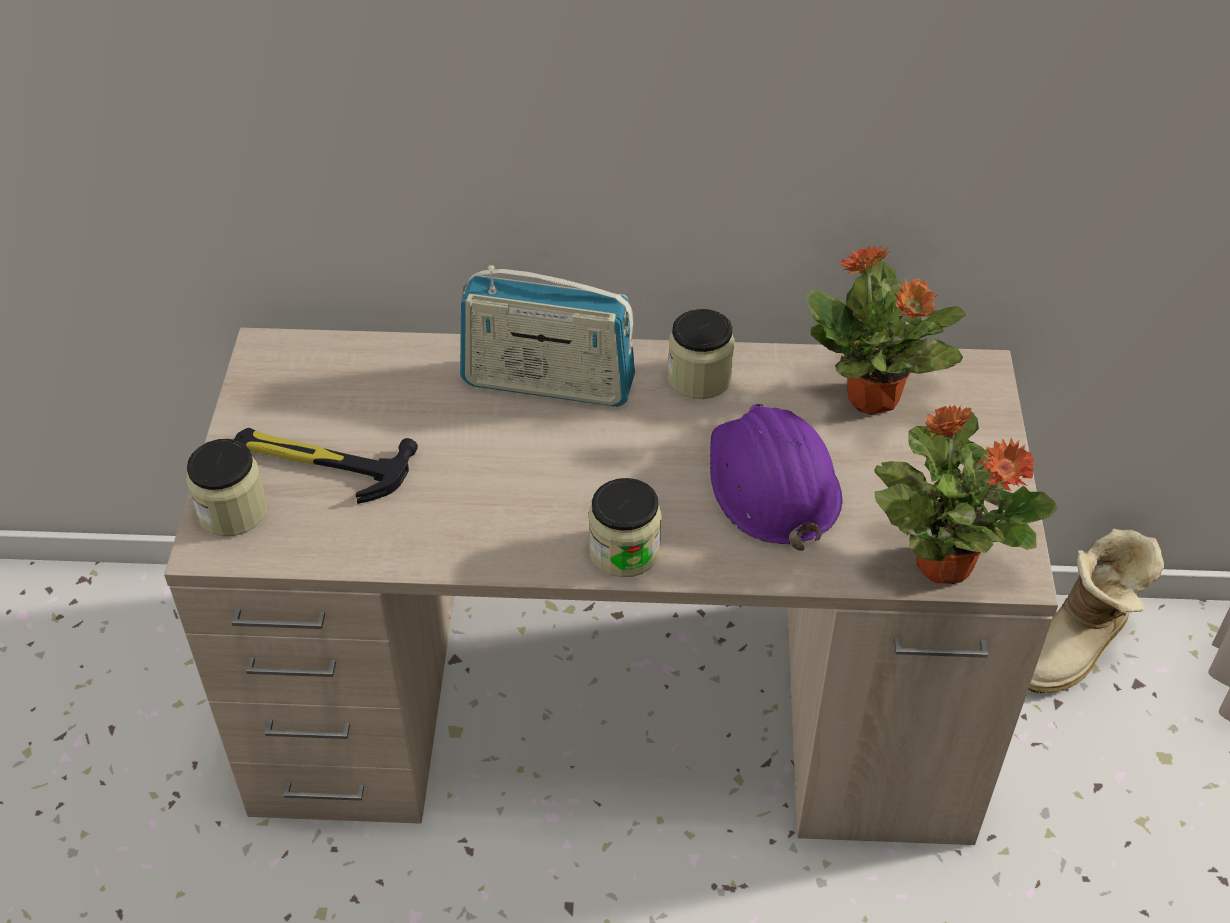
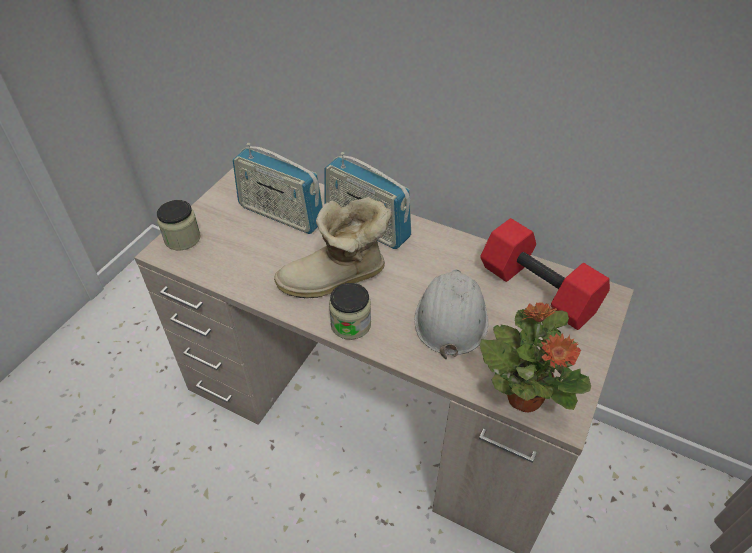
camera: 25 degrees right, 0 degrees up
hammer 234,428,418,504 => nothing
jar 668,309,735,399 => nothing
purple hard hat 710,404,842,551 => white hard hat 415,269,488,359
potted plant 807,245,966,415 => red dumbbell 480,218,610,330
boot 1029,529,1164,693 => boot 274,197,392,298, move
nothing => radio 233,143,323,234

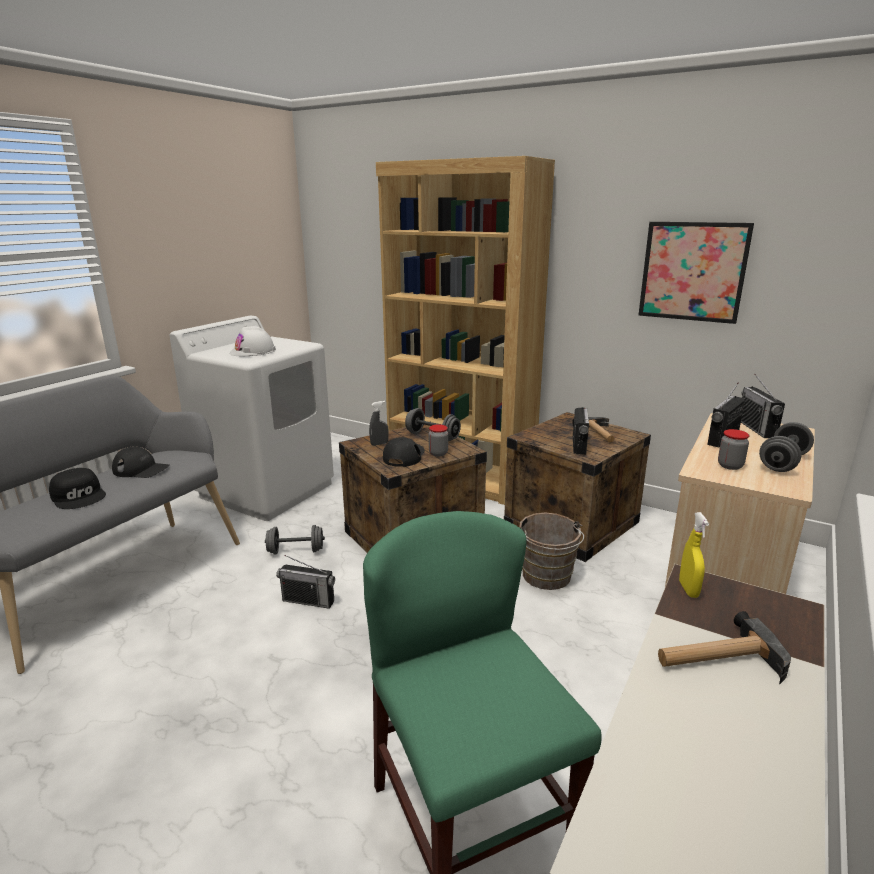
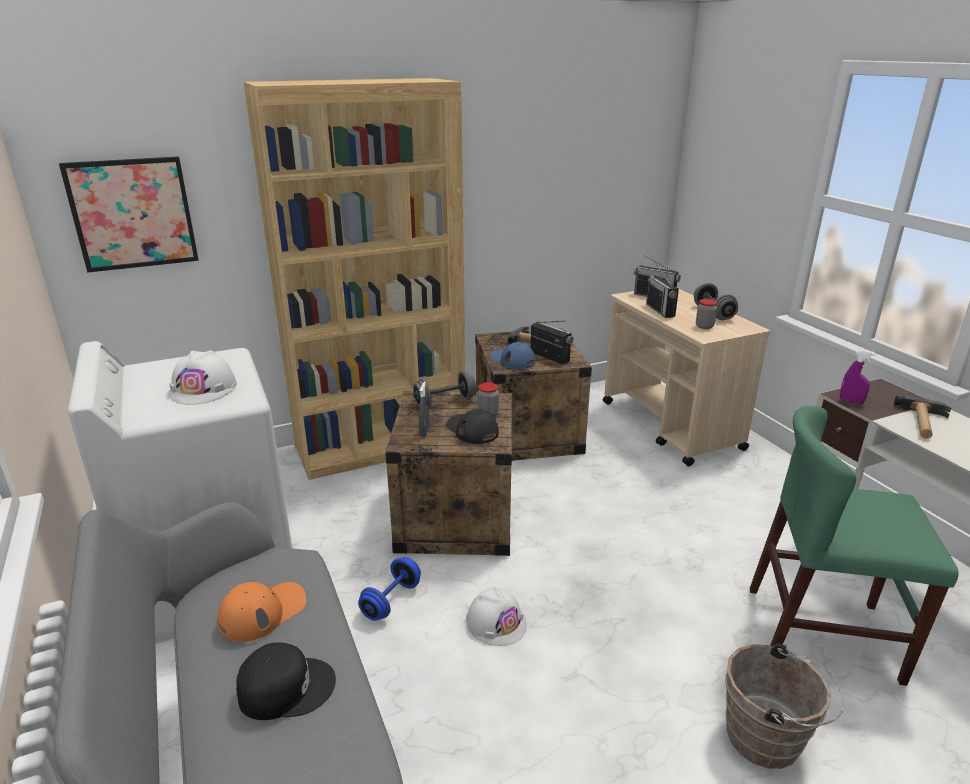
camera: 55 degrees left, 5 degrees up
black cap 112,447,170,478 => orange cap 217,582,306,642
grey dumbbell 265,525,325,554 => blue dumbbell 358,557,421,621
radio 276,555,335,609 => white hard hat 466,587,527,646
brown bucket 519,512,584,590 => brown bucket 725,643,845,769, move
picture 638,222,754,324 => picture 59,156,199,273, move
yellow spray bottle 679,512,709,598 => purple spray bottle 840,350,875,404
nothing => blue cap 490,342,535,369

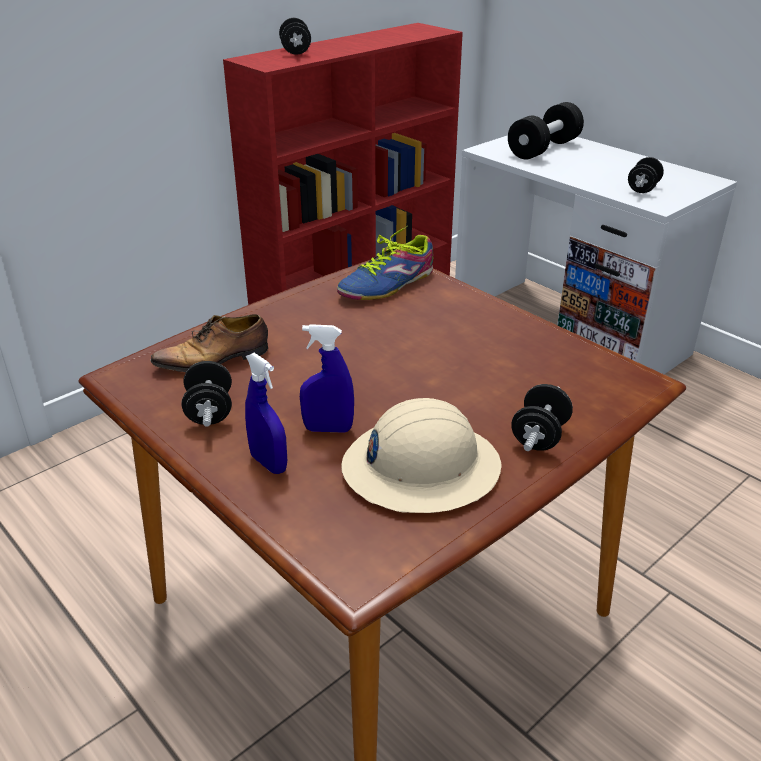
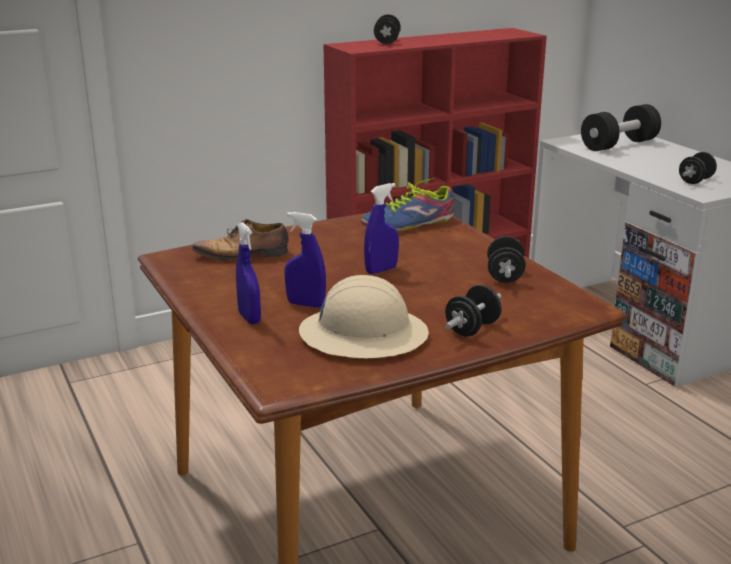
camera: 15 degrees right, 10 degrees down
black dumbbell 181,361,232,427 => black dumbbell 487,236,526,283, move
nothing => blue spray bottle 364,183,399,274

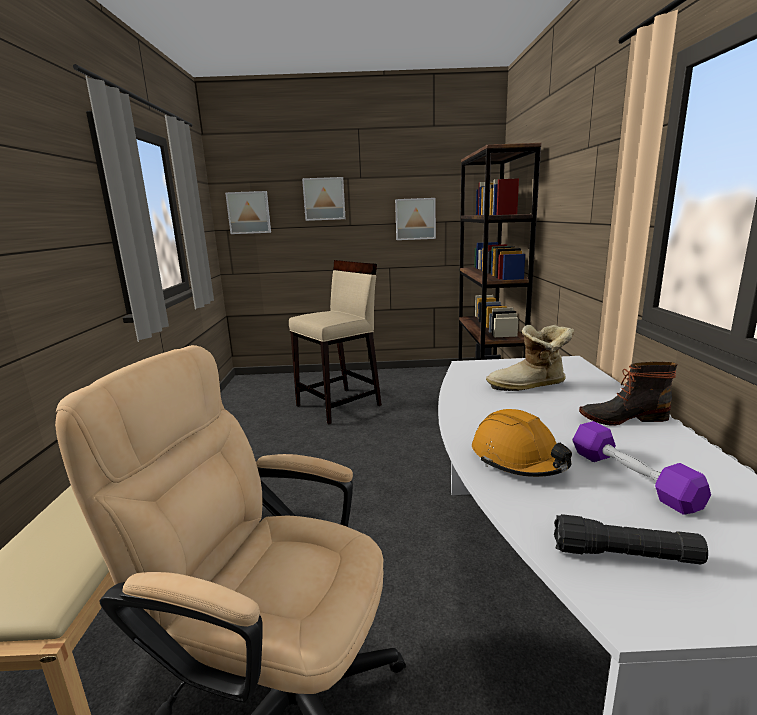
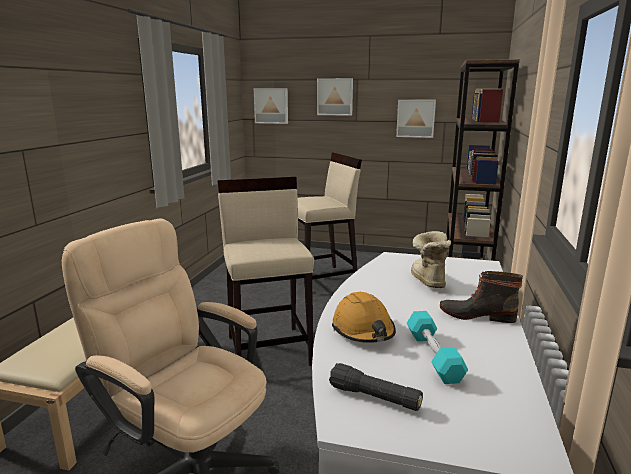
camera: 15 degrees right, 0 degrees up
boot 486,325,574,391 => boot 411,231,451,288, 75 degrees clockwise
purple dumbbell 573,421,711,515 => turquoise dumbbell 407,311,468,384
nothing => beige stool 217,177,314,366

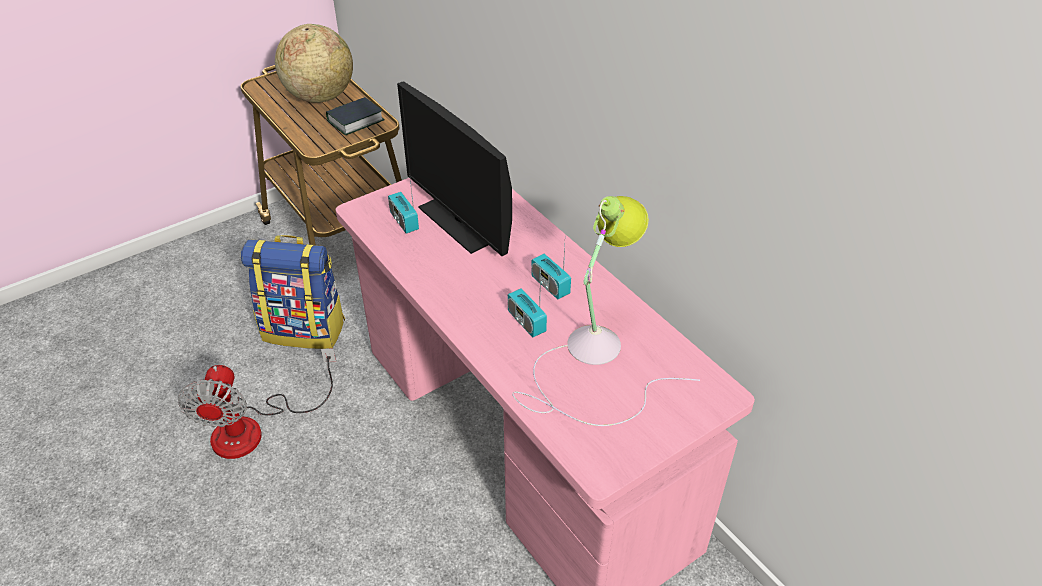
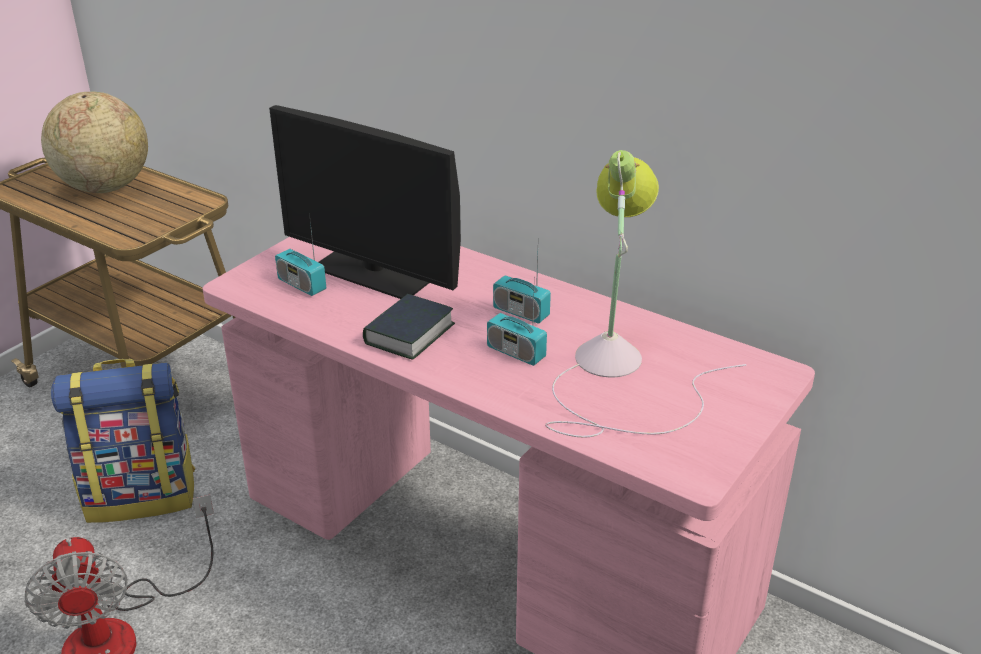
camera: 20 degrees left, 10 degrees down
book 326,97,384,135 => book 363,294,455,360, move

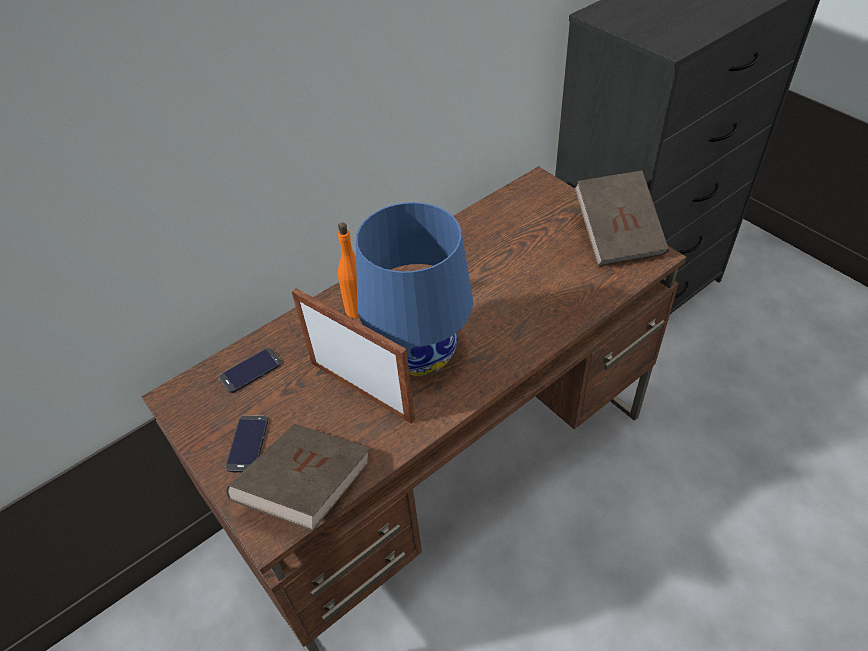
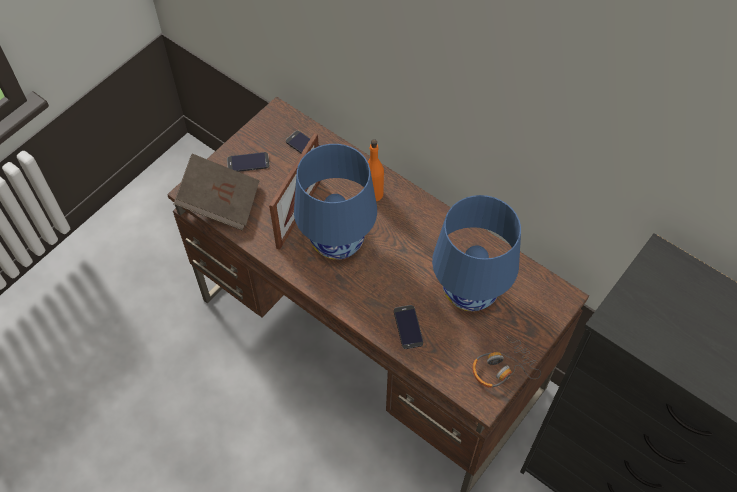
camera: 75 degrees right, 10 degrees up
brown book 574,170,669,266 => headphones 473,337,541,388
nothing => phone 394,305,423,349
nothing => blue table lamp 432,195,521,311

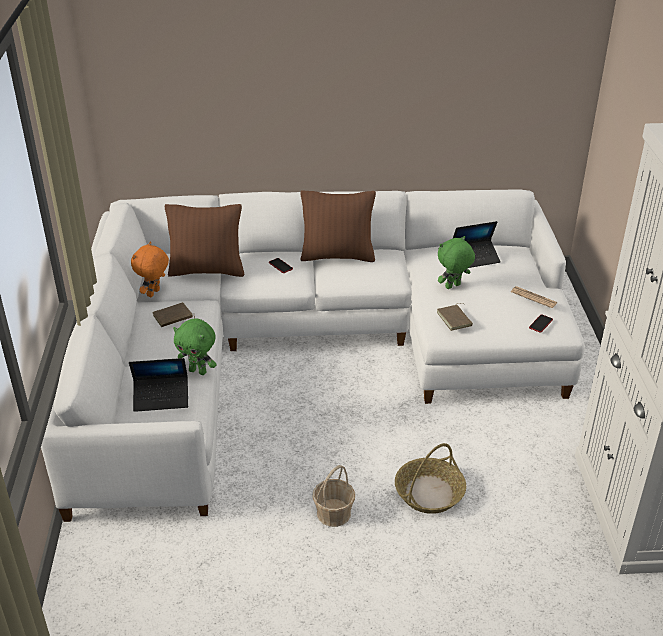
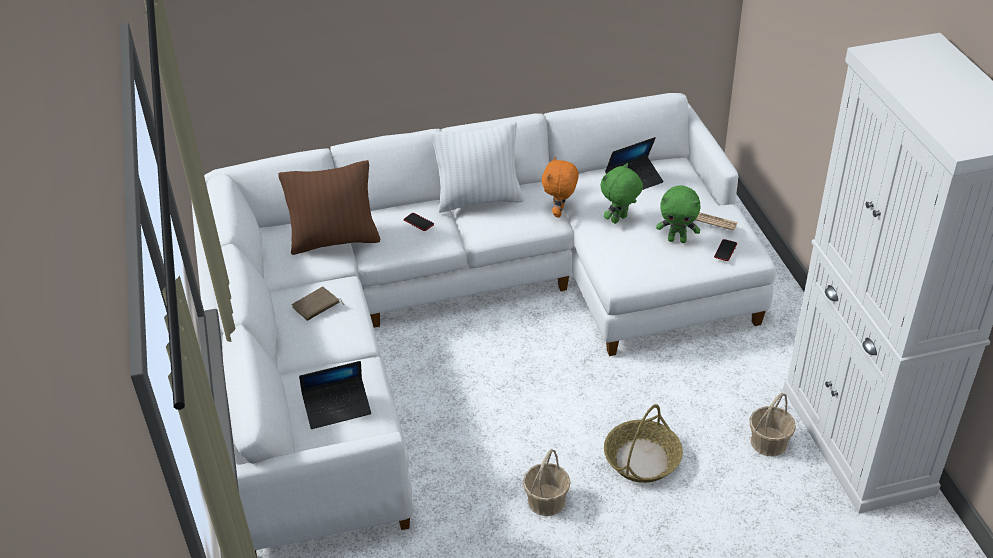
camera: 10 degrees left, 5 degrees up
orange plush toy 131,241,169,297 => orange plush toy 542,156,579,218, move
green plush toy 173,319,217,375 => green plush toy 656,185,700,243, move
brown pillow 300,190,376,262 => white pillow 431,122,524,213
brown book 437,303,473,331 => nothing
nothing => basket 749,392,796,457

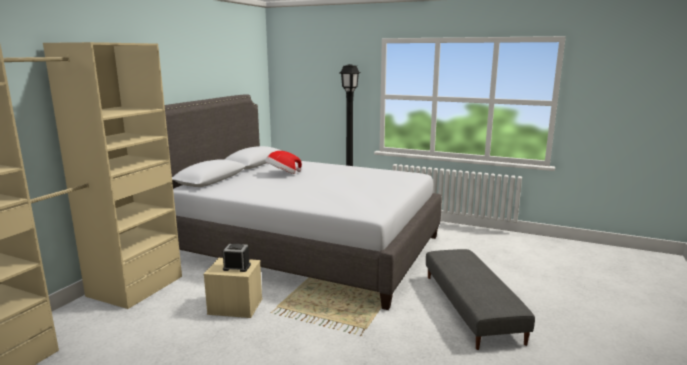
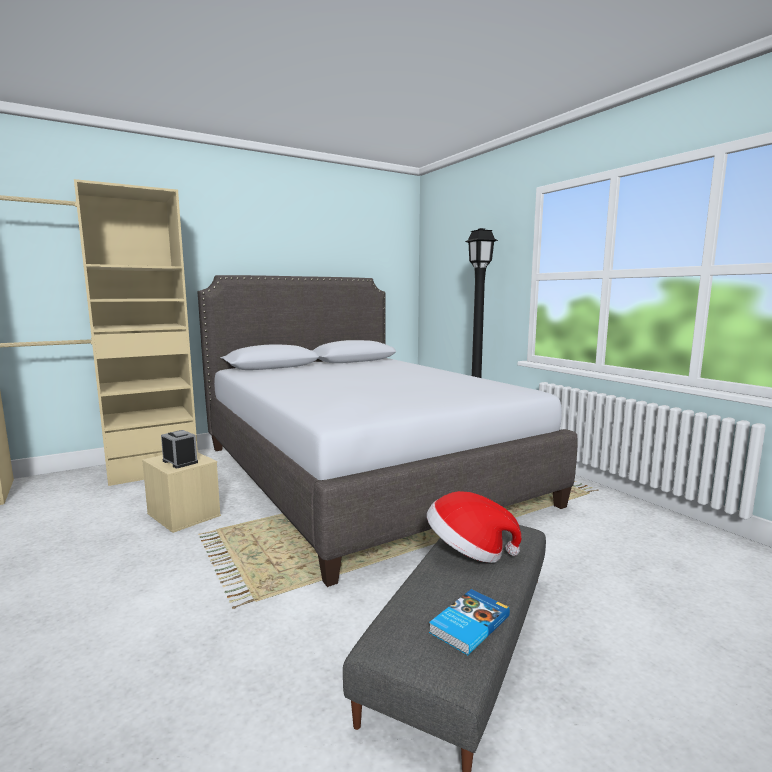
camera: 35 degrees right, 5 degrees down
hat 265,151,302,174 => hat 427,491,522,563, move
nothing => book 429,589,510,655

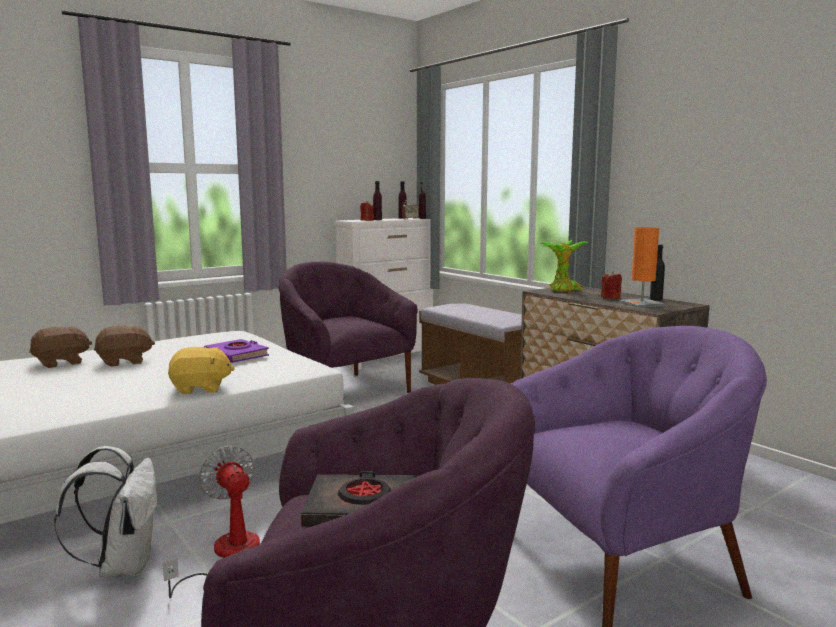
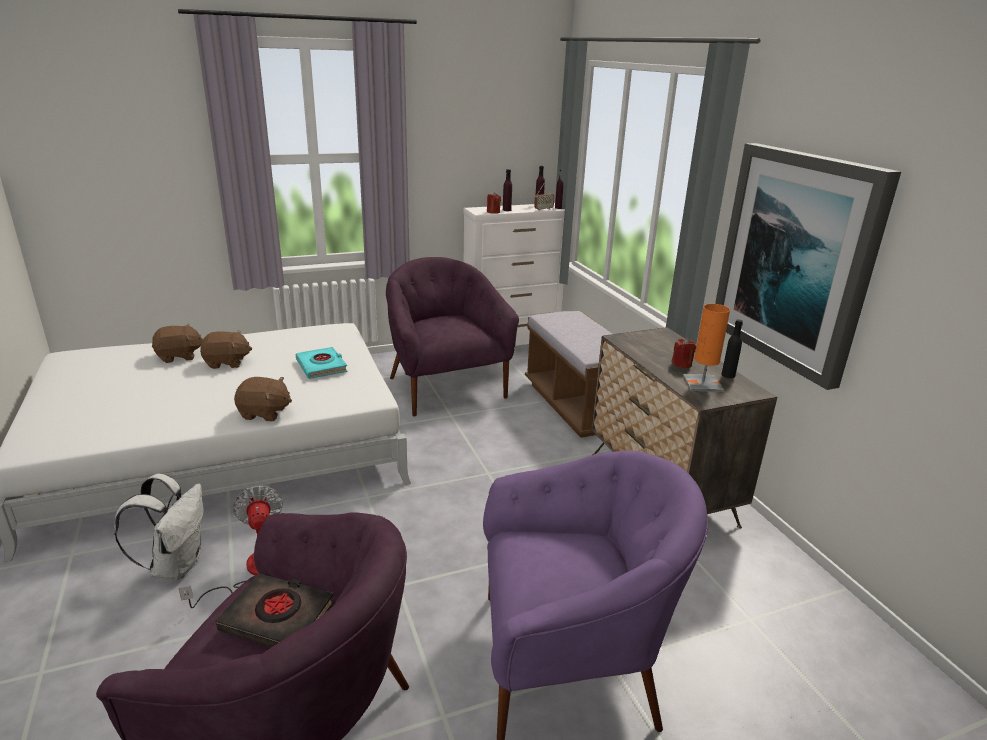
camera: 15 degrees right, 15 degrees up
yellow plush toy 168,347,235,394 => brown plush toy 234,377,292,421
purple book 204,339,269,363 => turquoise book 296,347,348,379
potted plant 540,240,588,293 => nothing
nothing => picture 715,143,901,390

